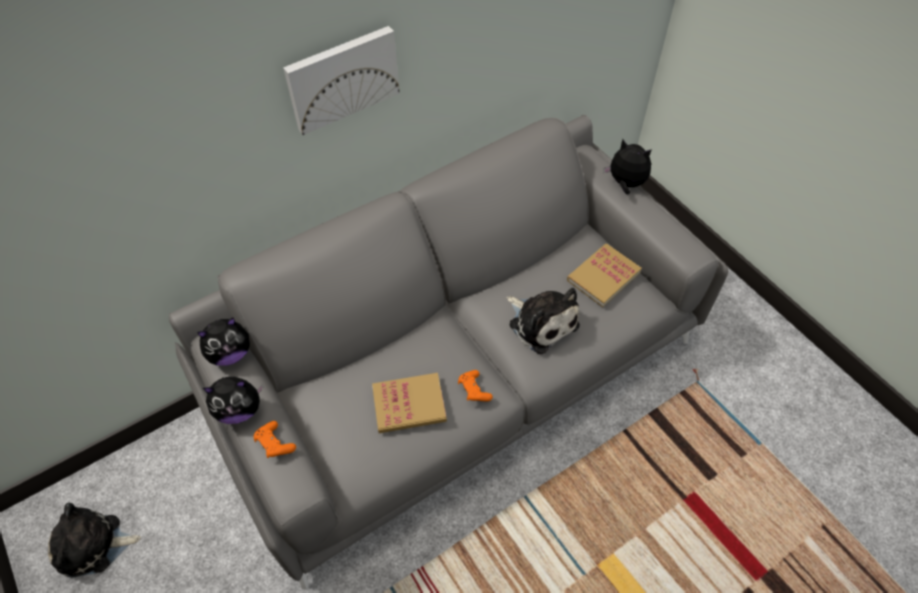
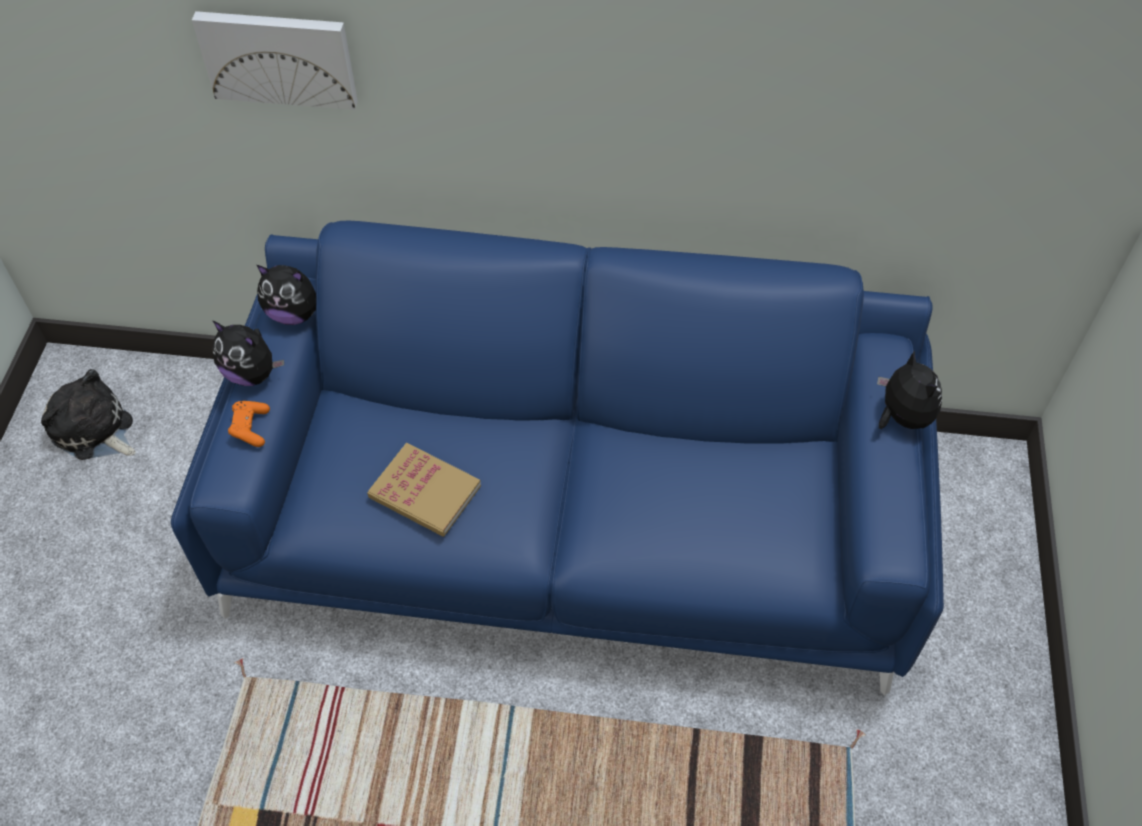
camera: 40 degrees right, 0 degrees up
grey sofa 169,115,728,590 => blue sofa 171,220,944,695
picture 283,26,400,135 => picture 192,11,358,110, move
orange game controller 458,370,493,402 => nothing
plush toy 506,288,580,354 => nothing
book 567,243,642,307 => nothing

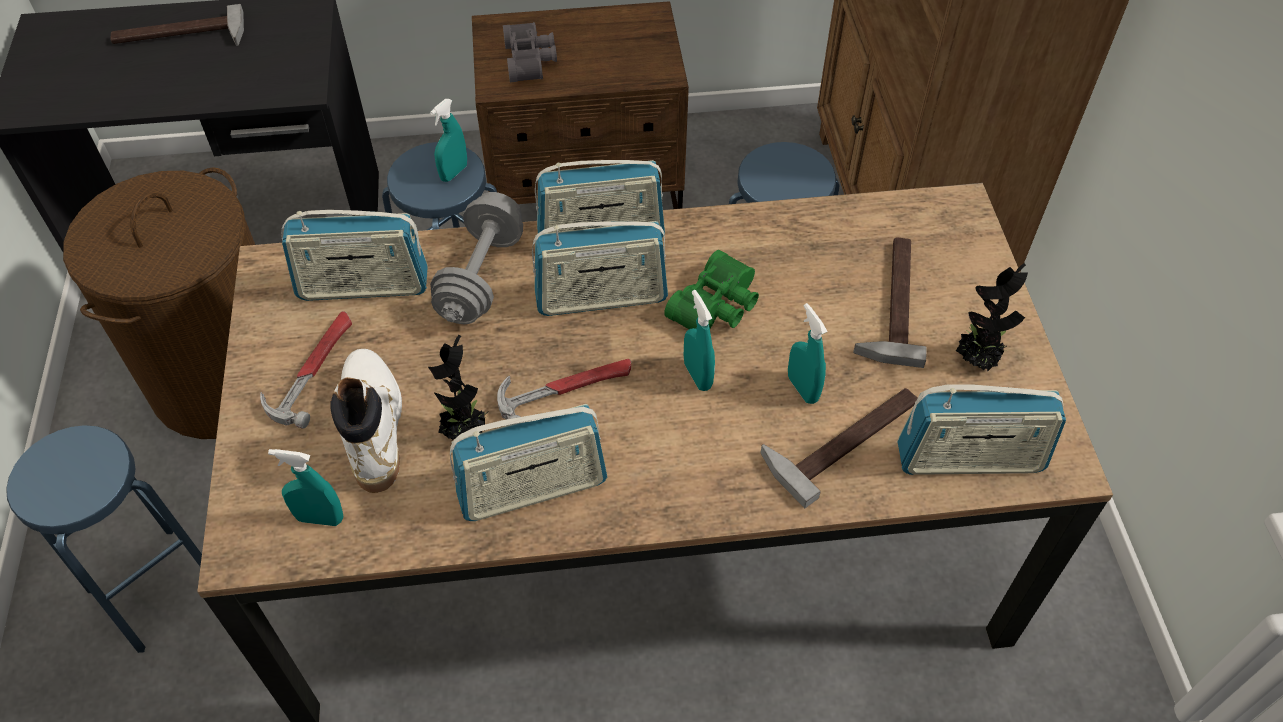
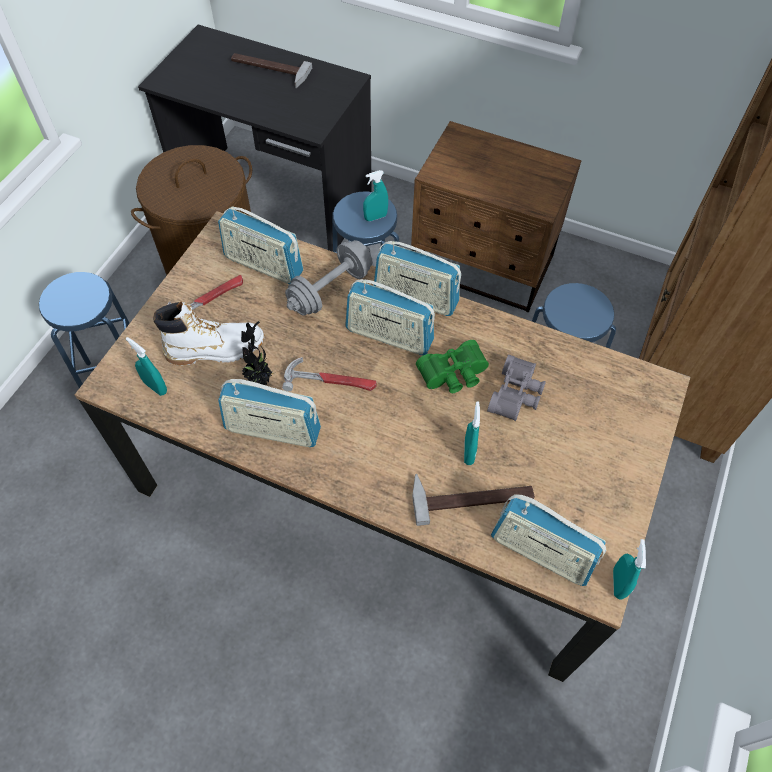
camera: 30 degrees right, 5 degrees up
white boot 330,349,402,493 => white boot 153,301,264,365, 60 degrees clockwise
grey binoculars 503,22,557,82 => grey binoculars 487,355,546,421, move
turquoise spray bottle 684,290,715,391 => turquoise spray bottle 613,539,646,600, move
hammer 853,237,927,368 => nothing
potted plant 956,263,1028,371 => nothing

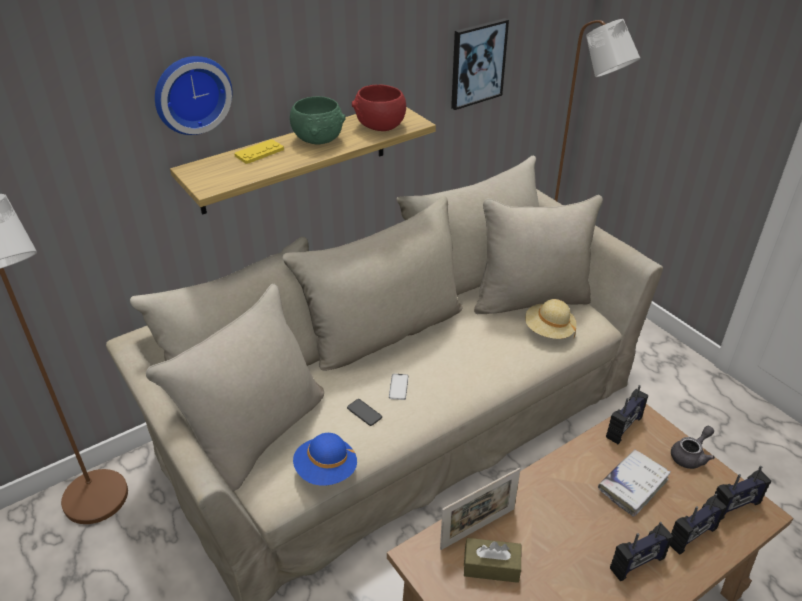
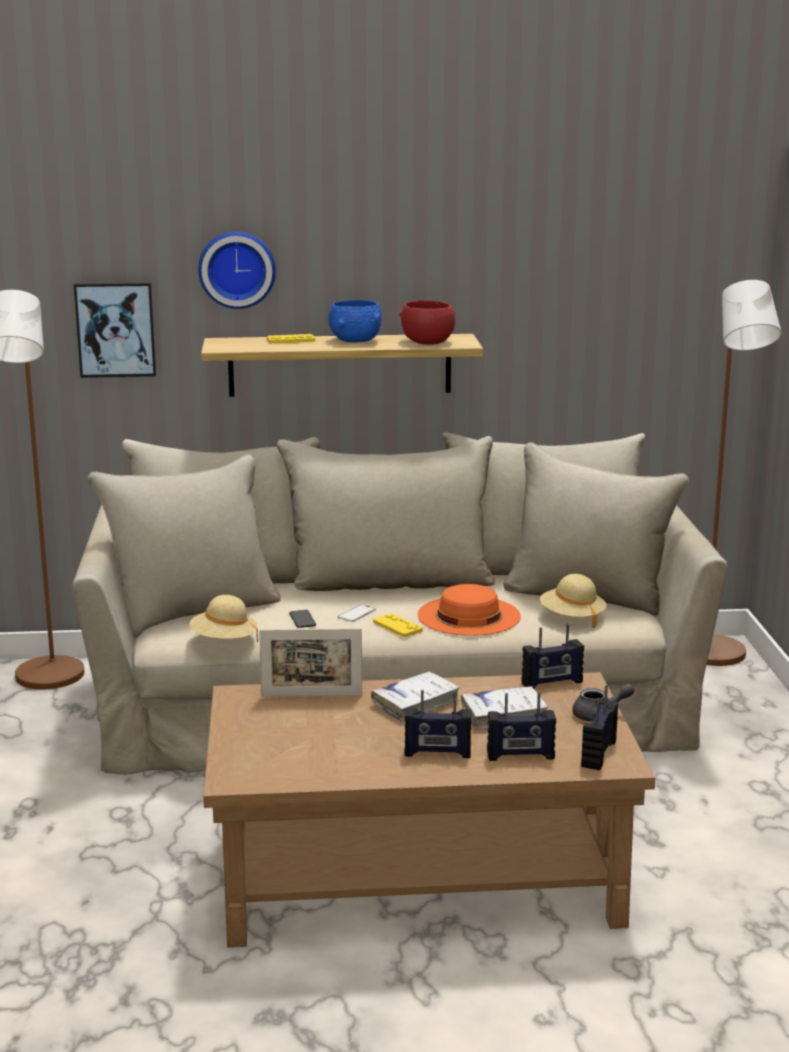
camera: 30 degrees right, 20 degrees down
green bowl 290,96,346,145 => blue bowl 328,300,382,342
blue hat 293,433,357,486 => beige hat 189,595,258,642
picture 451,18,509,110 => picture 74,282,156,378, move
brown tissue box 464,538,521,583 => nothing
radio 715,466,771,520 => radio 581,685,618,770, 105 degrees clockwise
nothing => white book 371,672,460,722
nothing => yellow game controller 373,613,423,637
nothing => orange hat 418,584,521,636

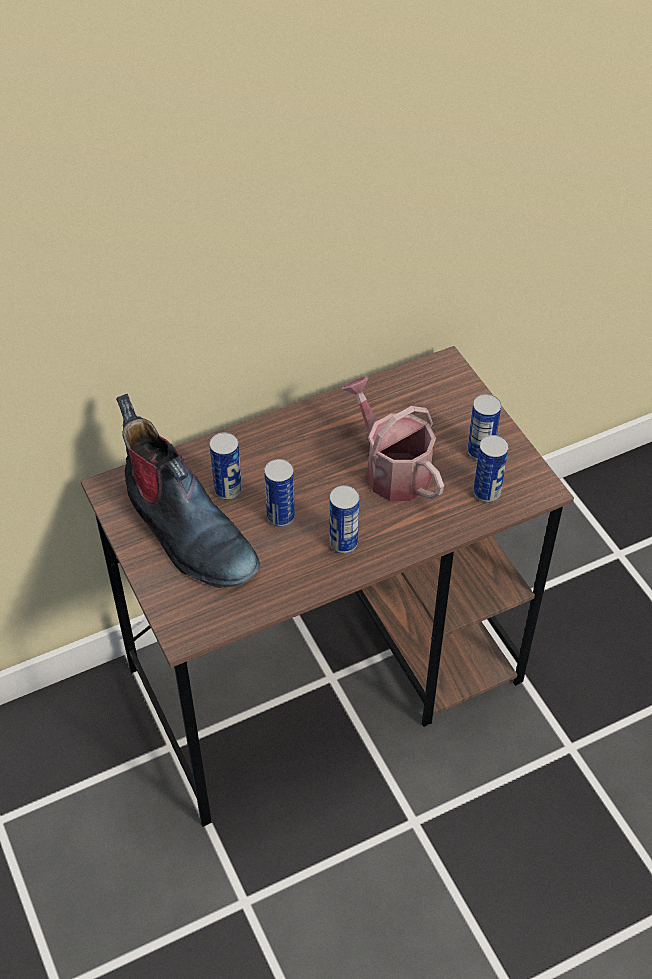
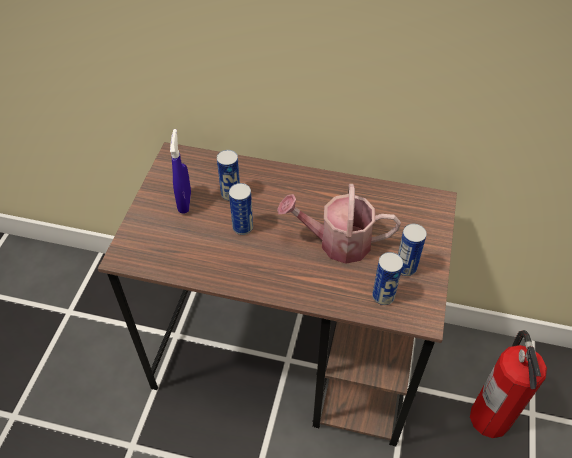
camera: 40 degrees right, 0 degrees up
boot 116,394,260,588 => blue spray bottle 170,129,191,214
can 329,485,359,554 => nothing
watering can 342,376,444,501 => watering can 277,184,401,264, 90 degrees counterclockwise
nothing => fire extinguisher 470,330,547,438

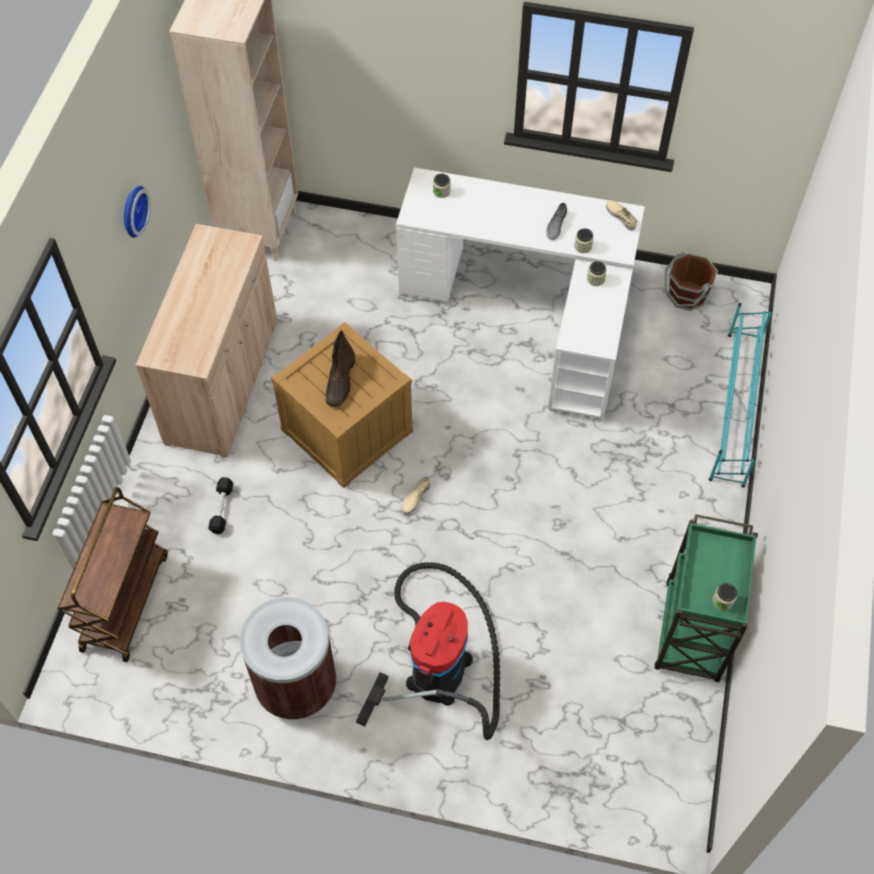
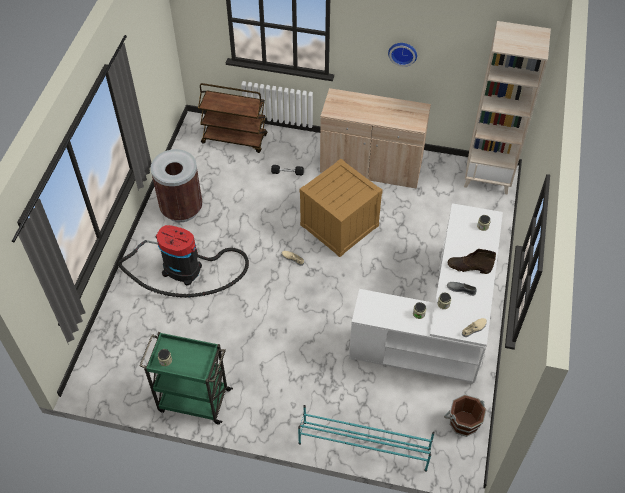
camera: 90 degrees right, 5 degrees down
brown boot 326,330,355,407 => brown boot 448,249,496,274, move

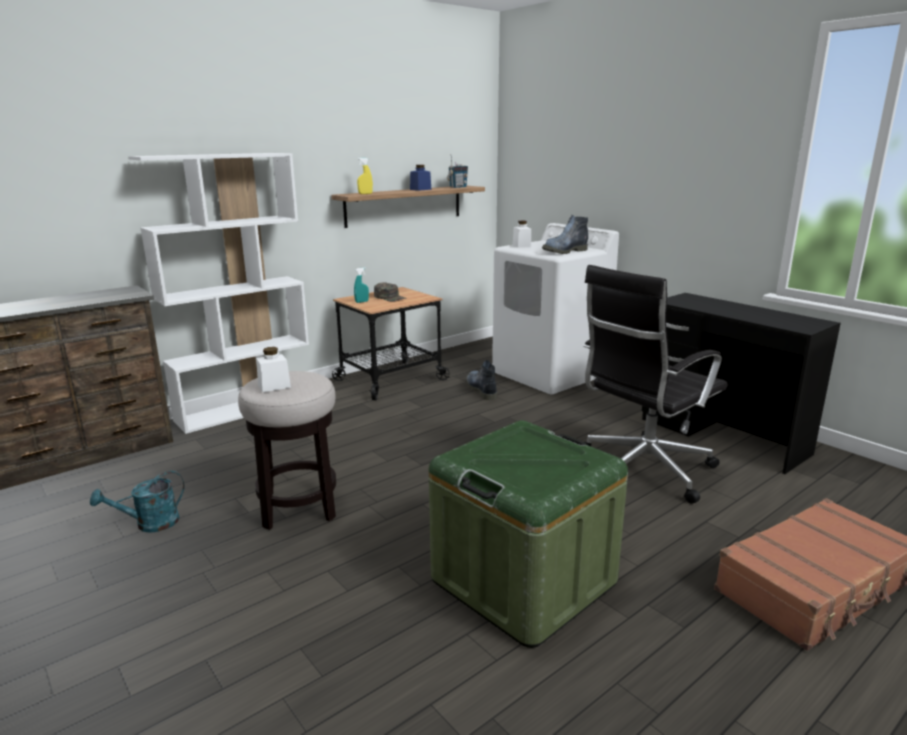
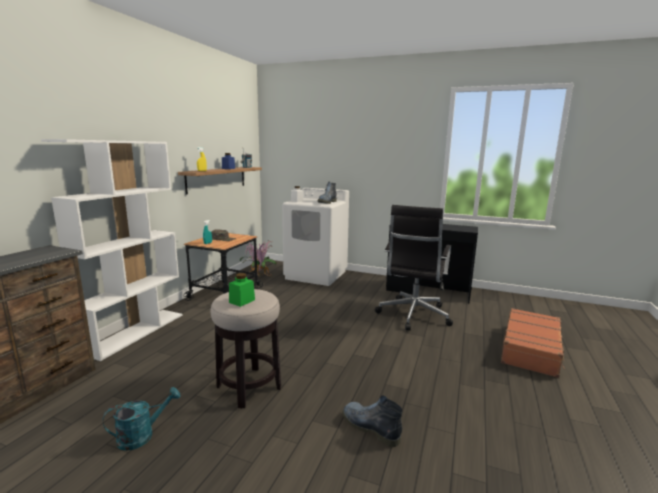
camera: 30 degrees left, 5 degrees down
turquoise watering can 90,471,184,533 => turquoise watering can 103,387,180,451, 150 degrees counterclockwise
white jar 256,347,291,392 => green jar 229,273,255,307
green storage box 429,420,628,648 => nothing
boot 466,360,497,400 => boot 342,395,402,447, move
nothing => potted plant 240,240,277,276

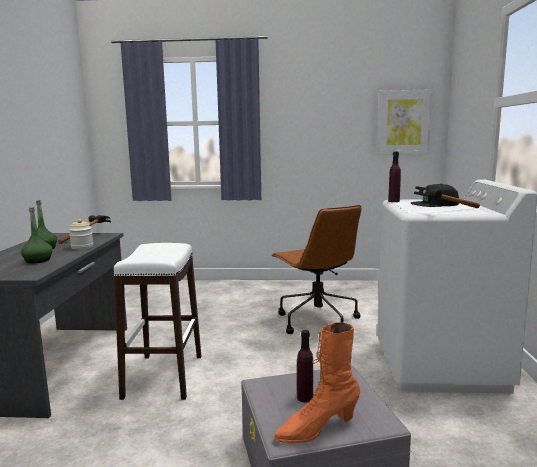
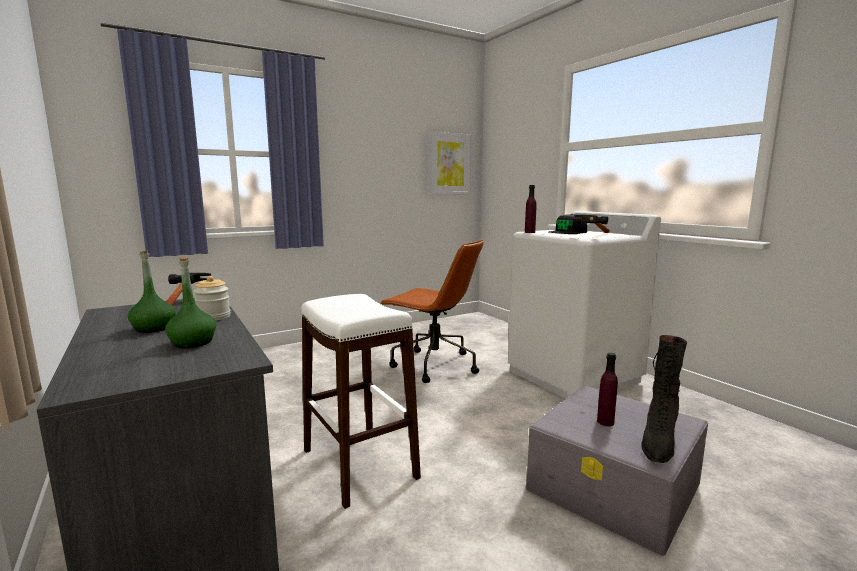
camera: 35 degrees left, 0 degrees up
orange boot 274,322,360,444 => black boot 642,335,687,463

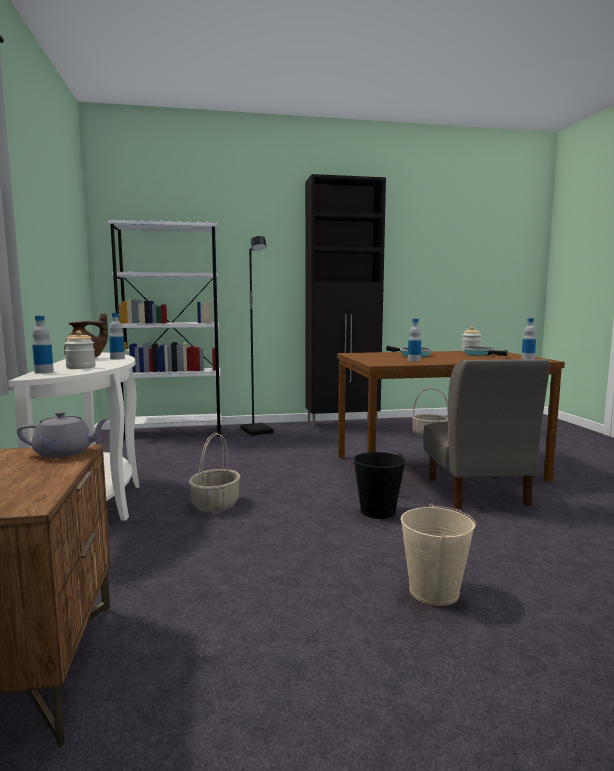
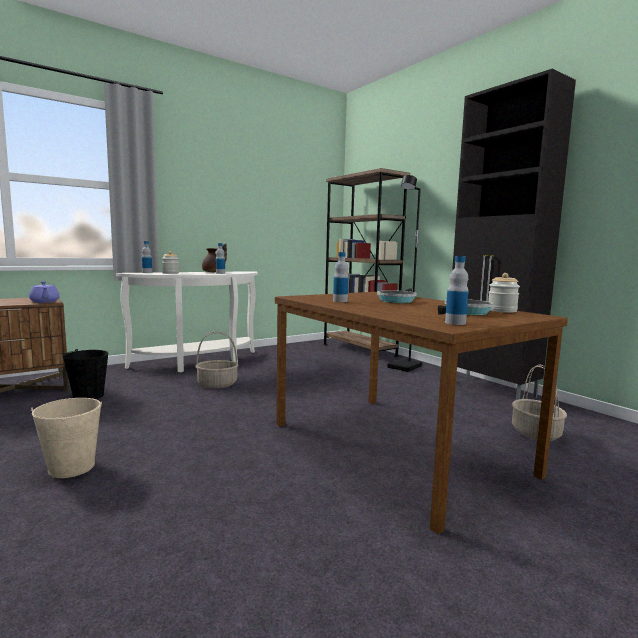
camera: 65 degrees right, 0 degrees up
grey teapot 17,411,110,458 => purple teapot 29,281,60,303
white bookcase 108,219,222,441 => brown bookcase 323,168,410,357
black bucket 354,452,406,519 => black bucket 62,349,108,399, move
grey chair 423,359,550,509 => nothing

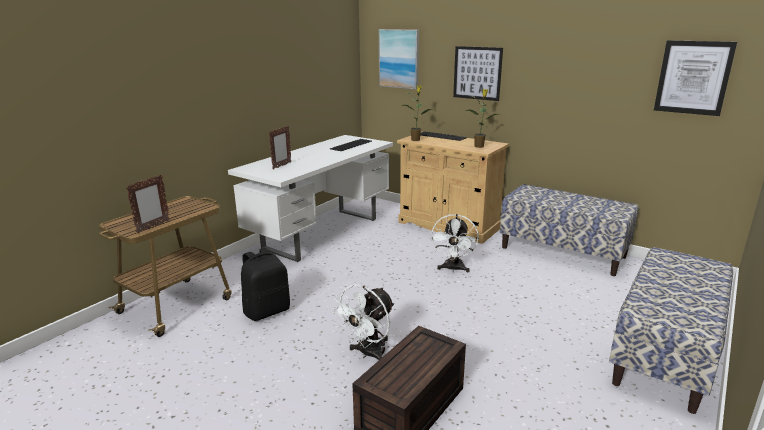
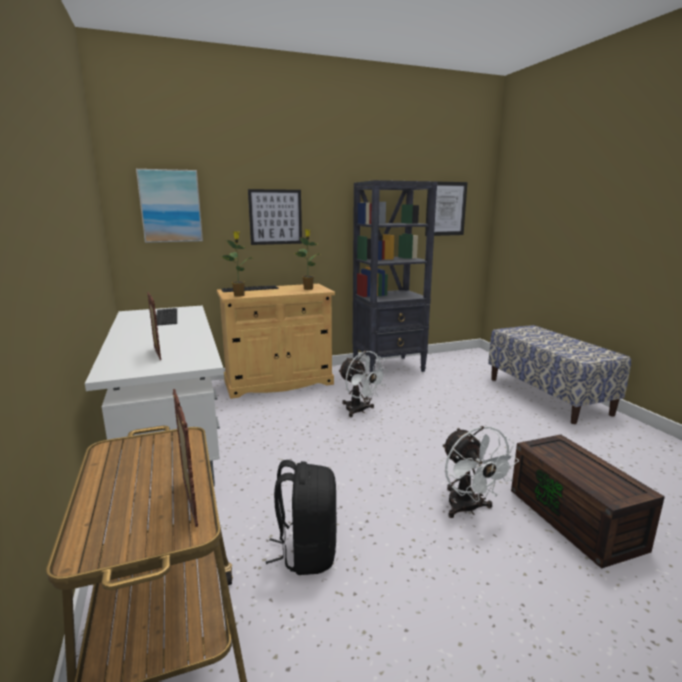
camera: 55 degrees left, 5 degrees down
bench 500,184,639,276 => black bookcase 353,180,438,372

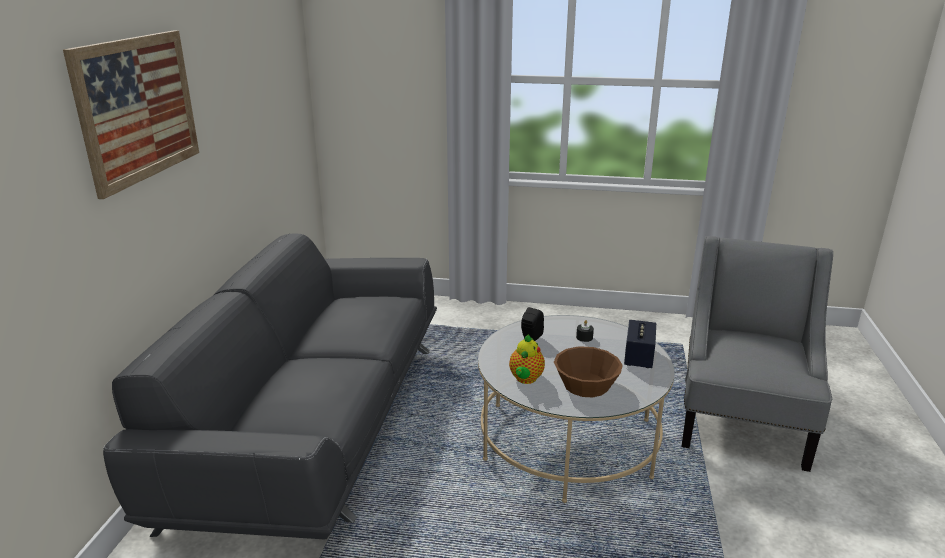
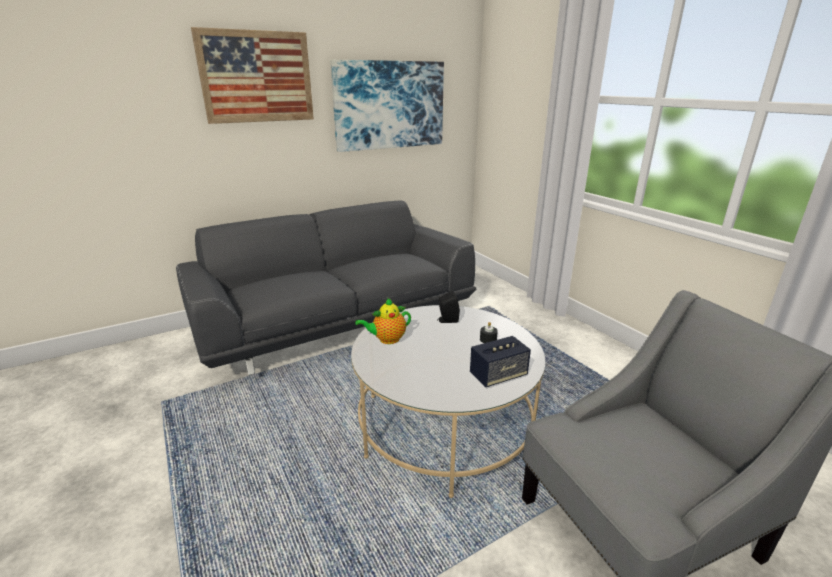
camera: 50 degrees right, 0 degrees up
brown bowl 554,346,623,398 => nothing
nothing => picture 330,60,444,152

